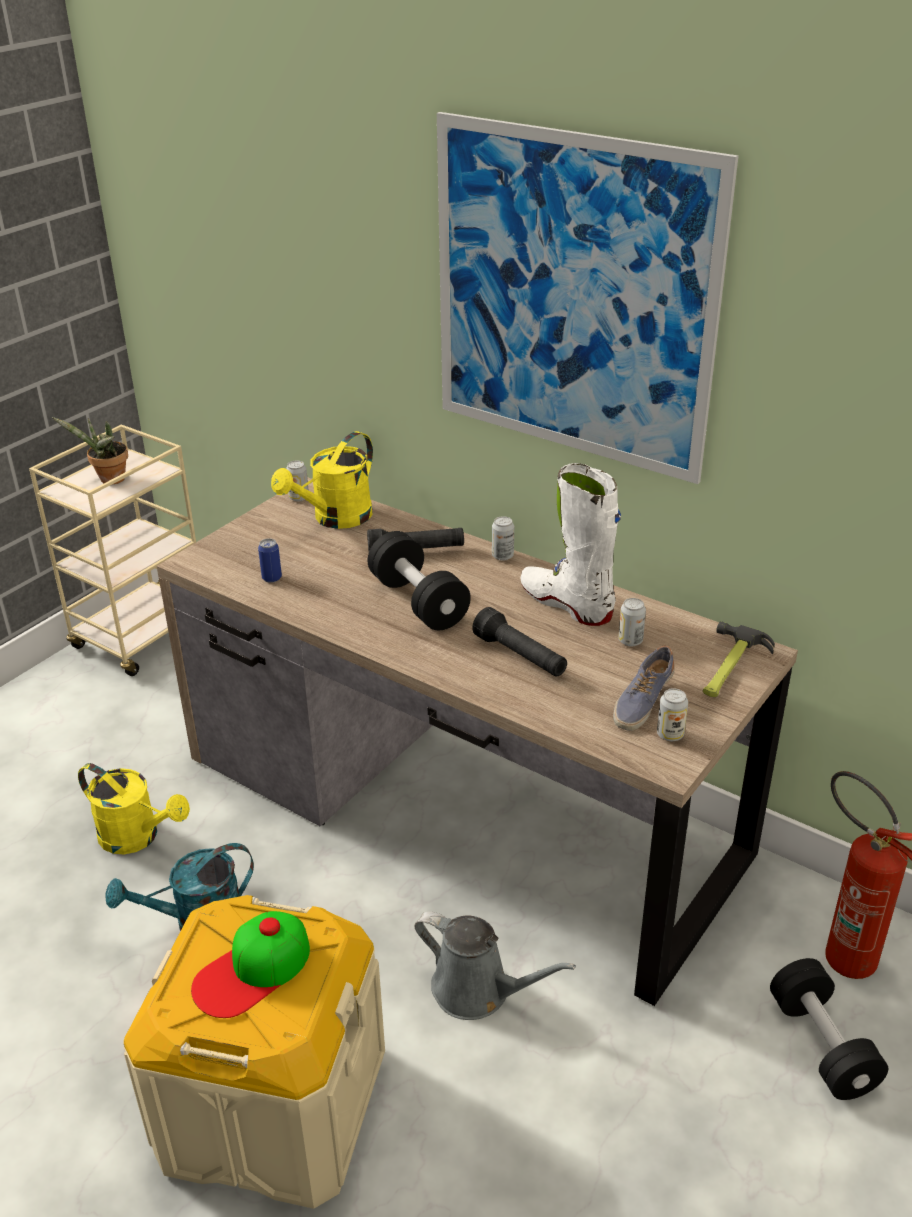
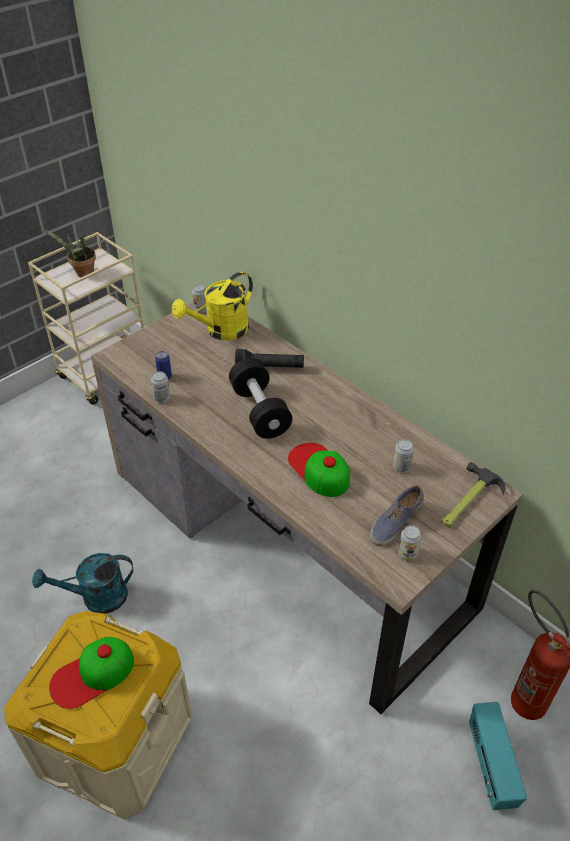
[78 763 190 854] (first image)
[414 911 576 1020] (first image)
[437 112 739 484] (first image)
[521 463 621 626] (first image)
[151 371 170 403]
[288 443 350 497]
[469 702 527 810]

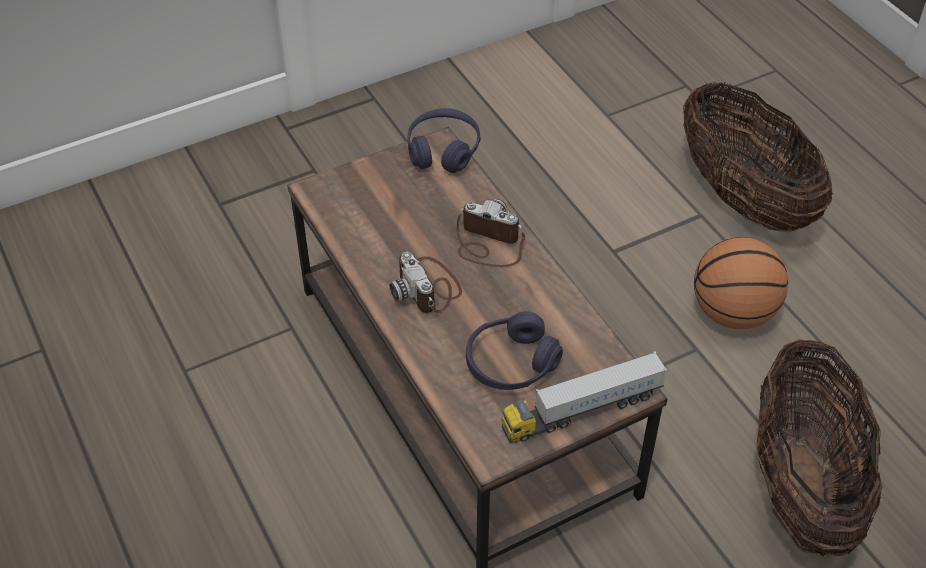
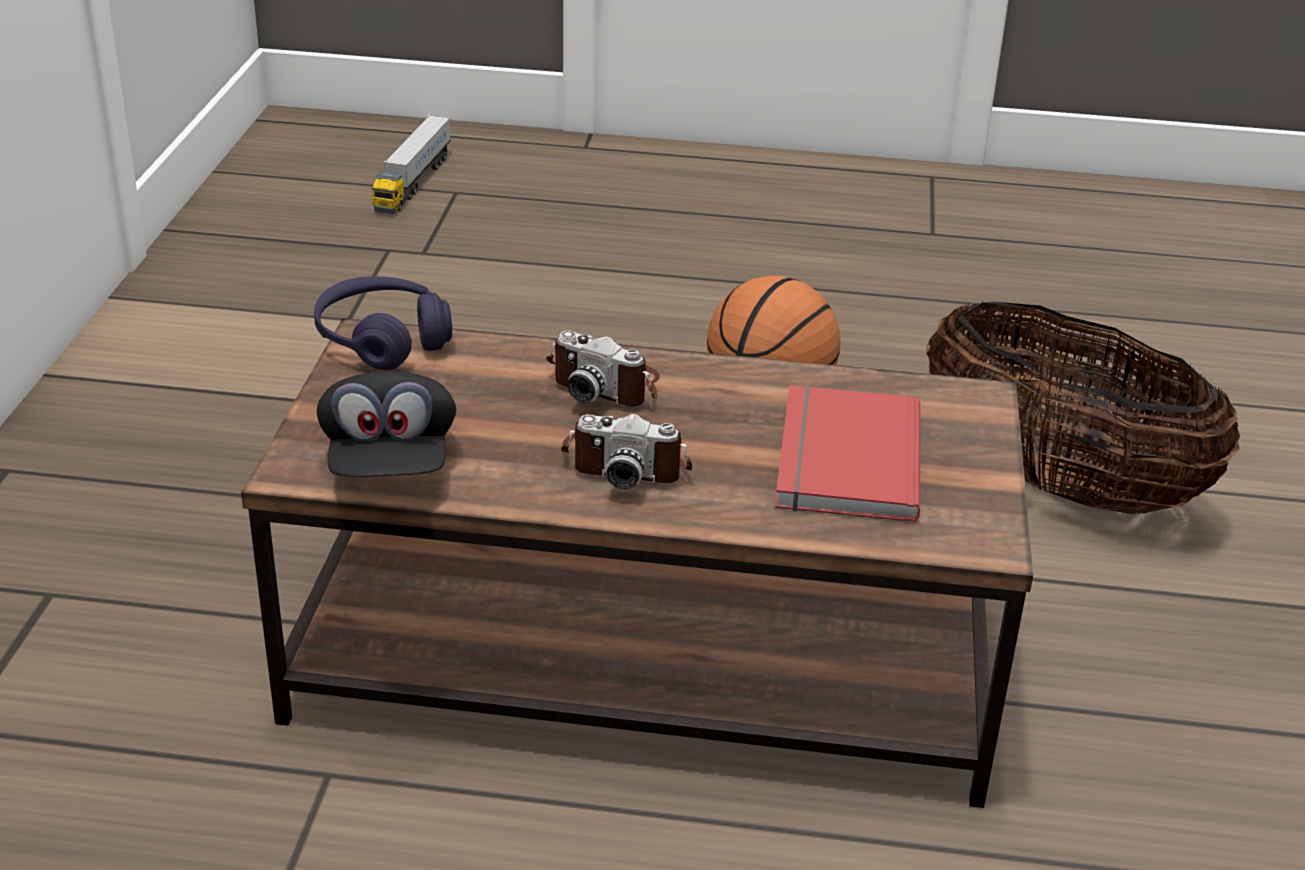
[683 81 833 233] (first image)
[317 371 456 477]
[372 115 451 214]
[775 385 920 522]
[546 330 660 407]

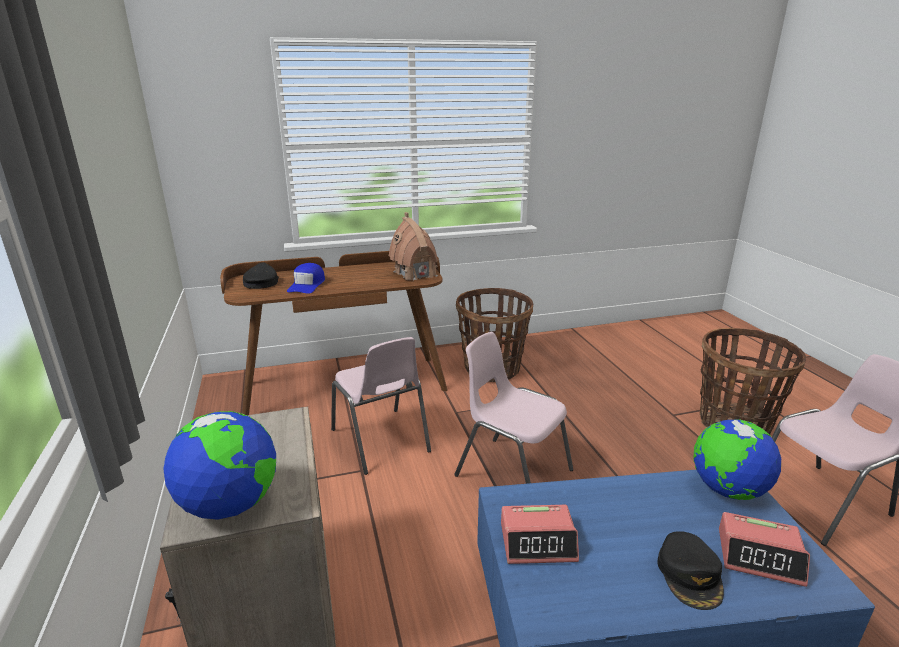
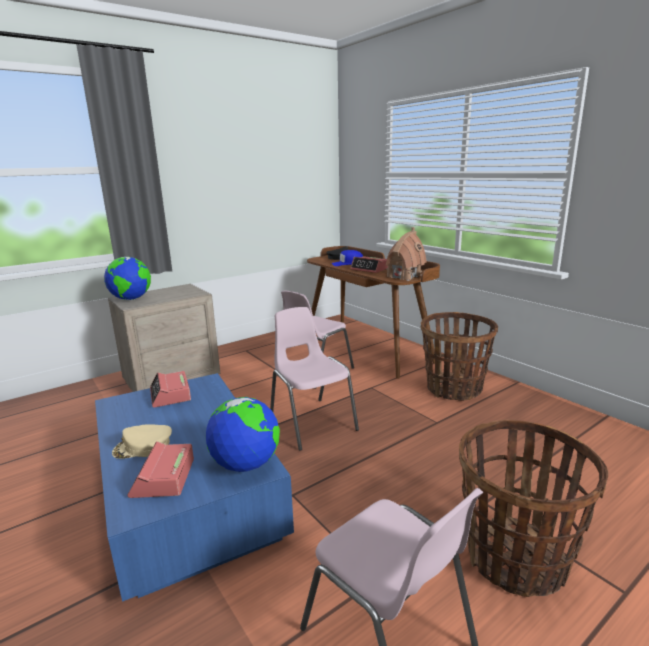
[350 256 388 273]
[112 424 172 459]
[270 307 359 451]

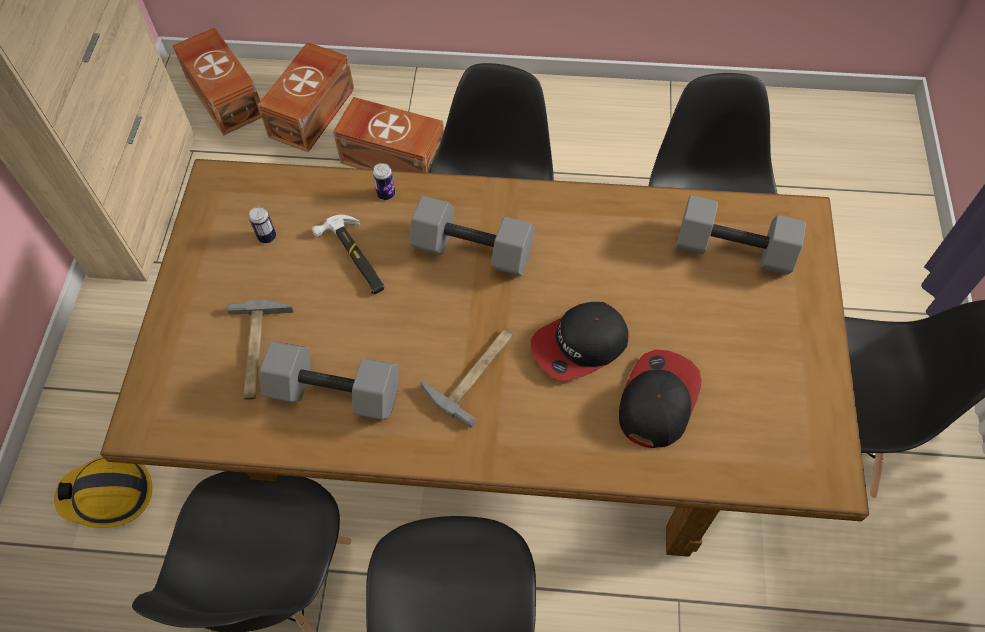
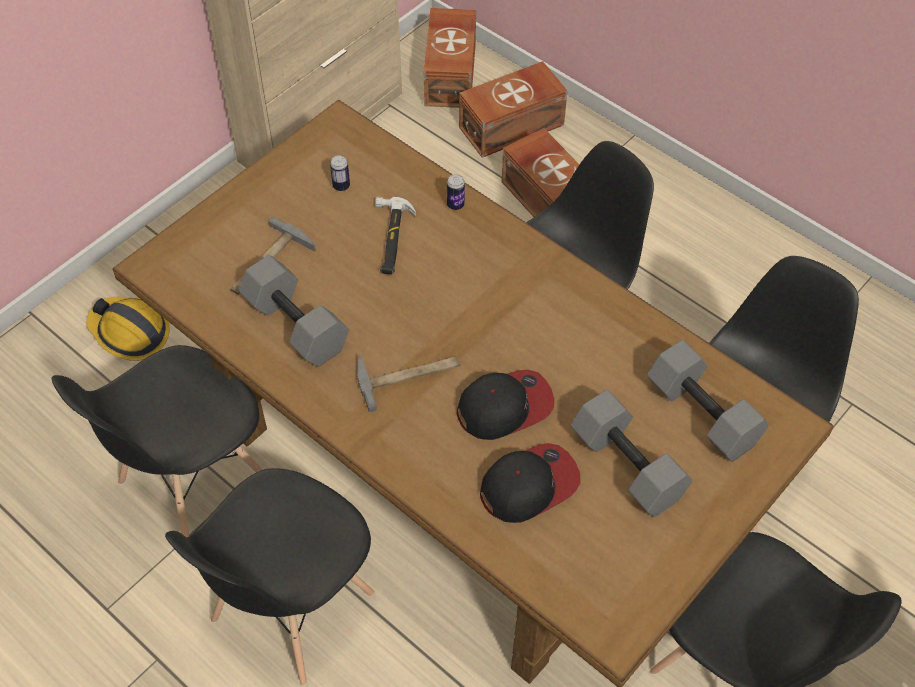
[571 390 693 517]
[456 370 554 440]

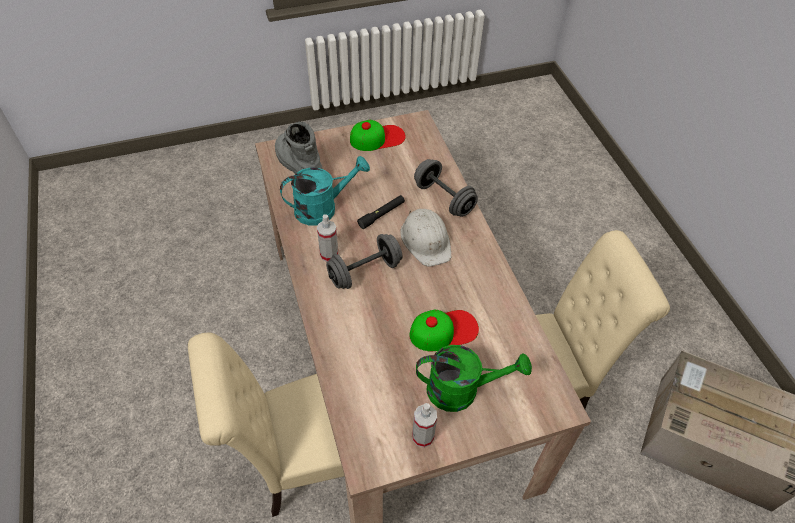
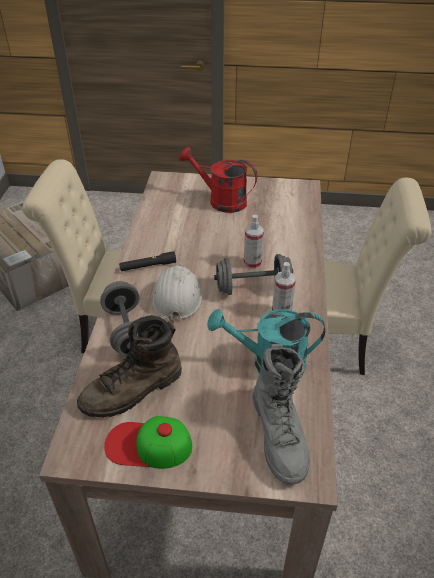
[409 309 479 351] (first image)
[77 315 182 418]
[119 251 176 271]
[244 215 264 269]
[179 147 258 213]

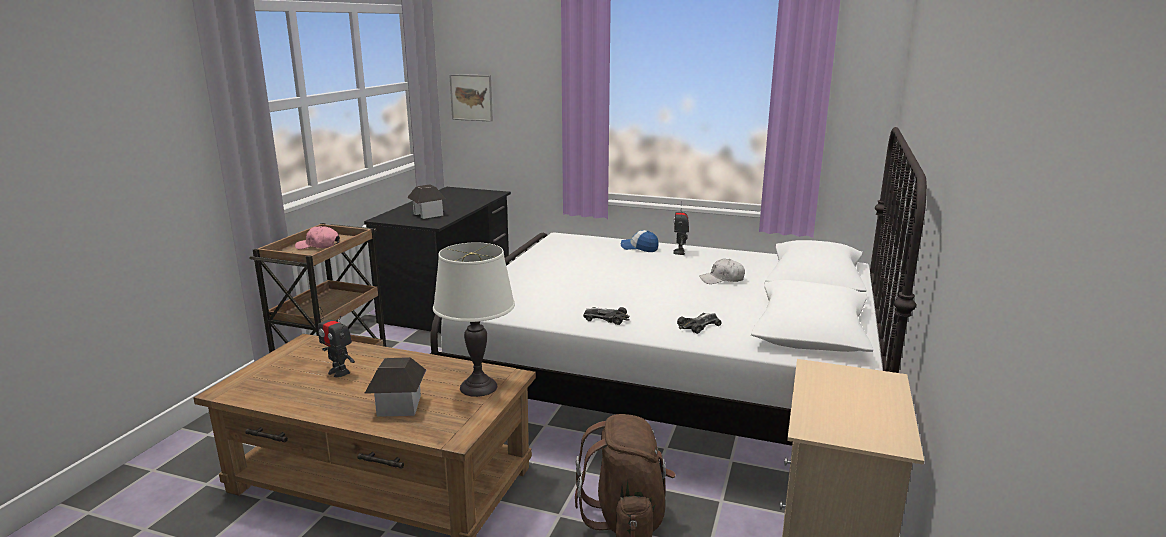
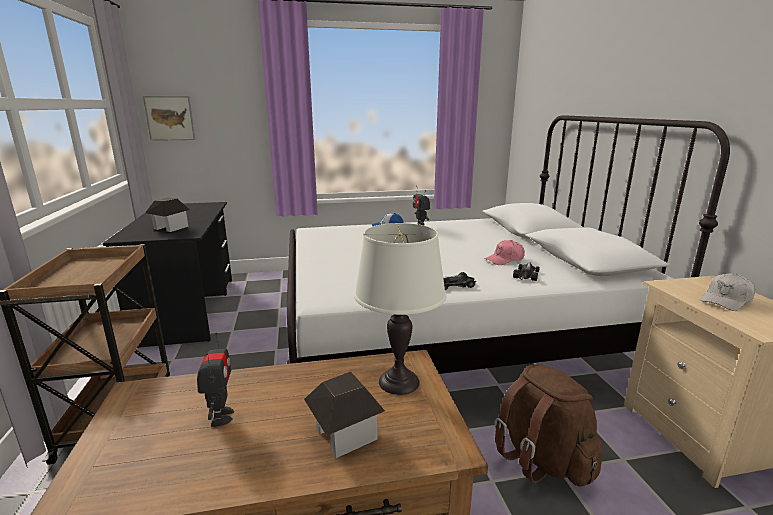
[485 240 525 265]
[700 273 755 311]
[197 333 234 427]

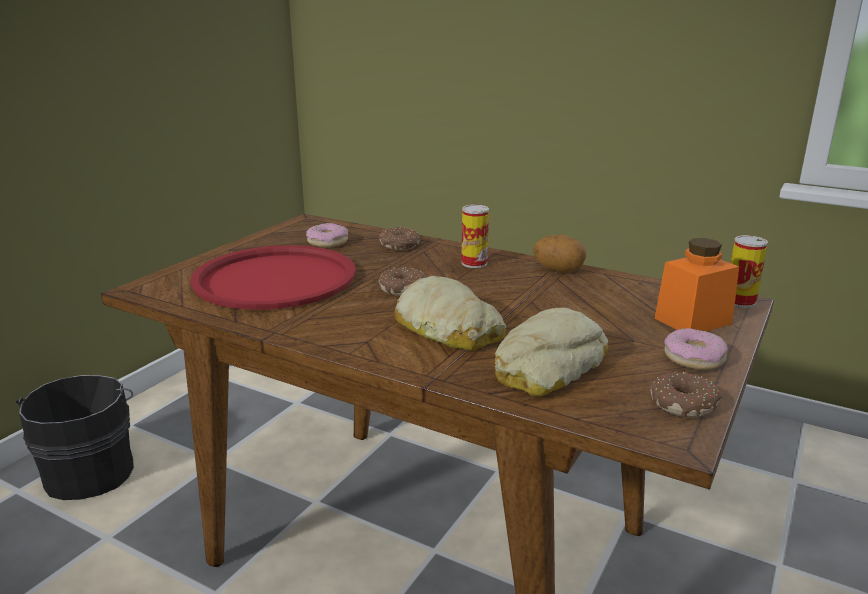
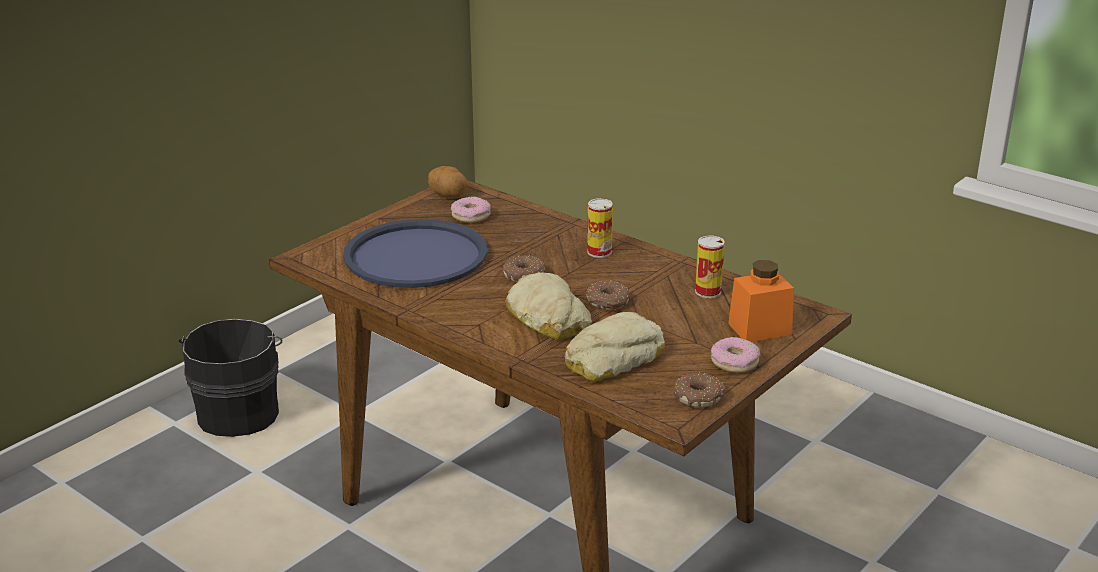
[586 280 631 310]
[428 166 467 198]
[695 235 725 298]
[343 219 487 288]

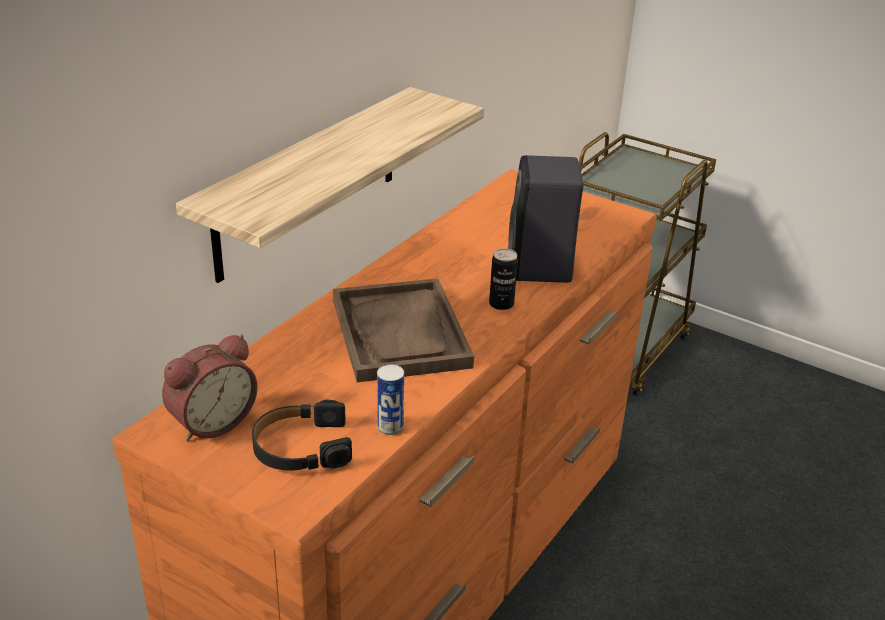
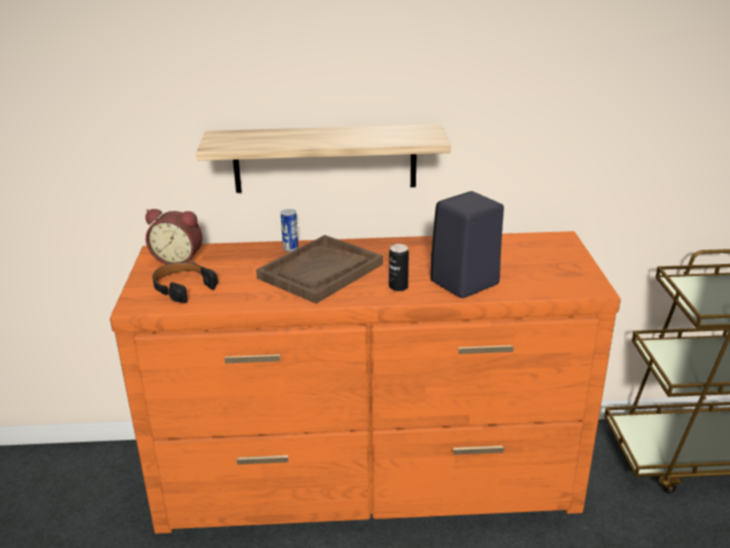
[281 209 298 252]

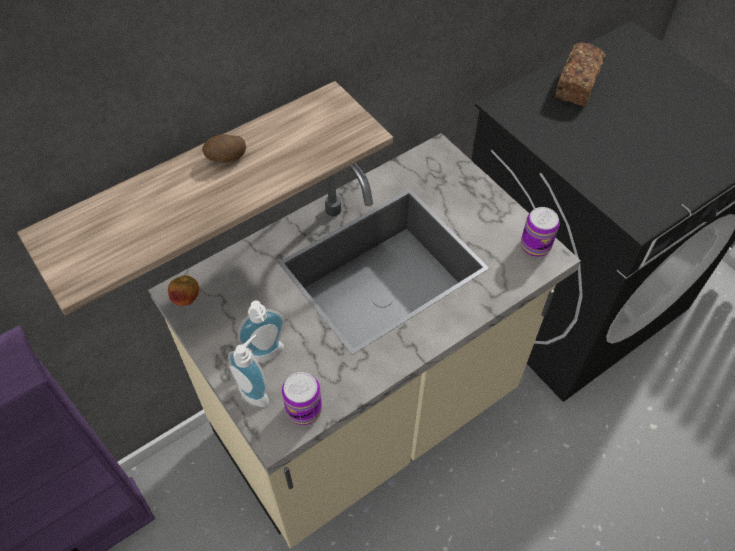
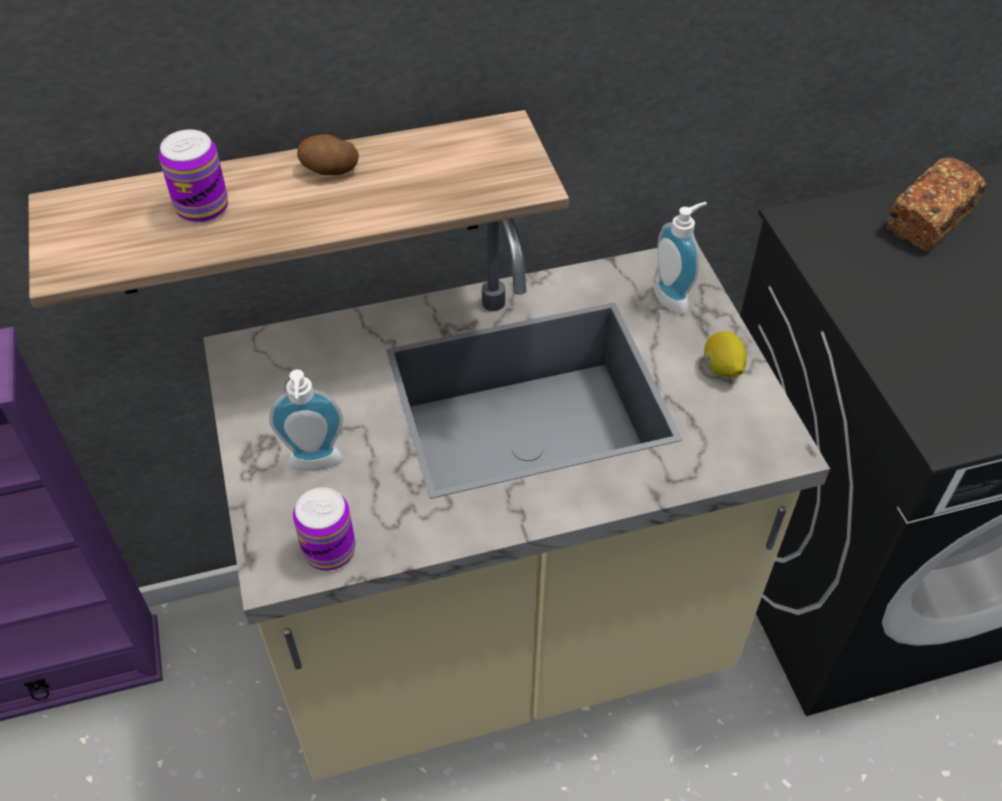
[168 275 199 306] (first image)
[704 331 747 377]
[654 202 707 314]
[159 130 228 223]

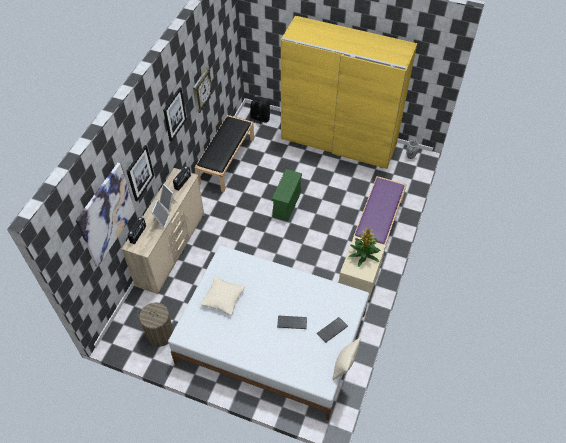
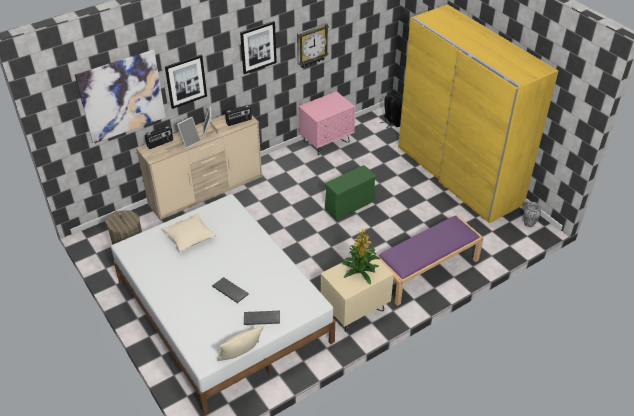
[299 91 356 155]

